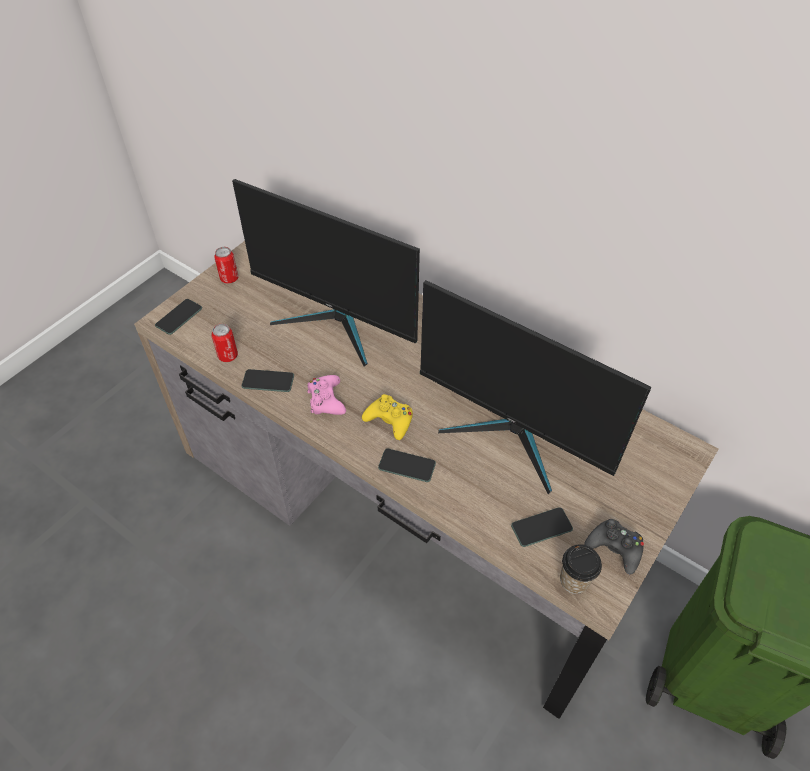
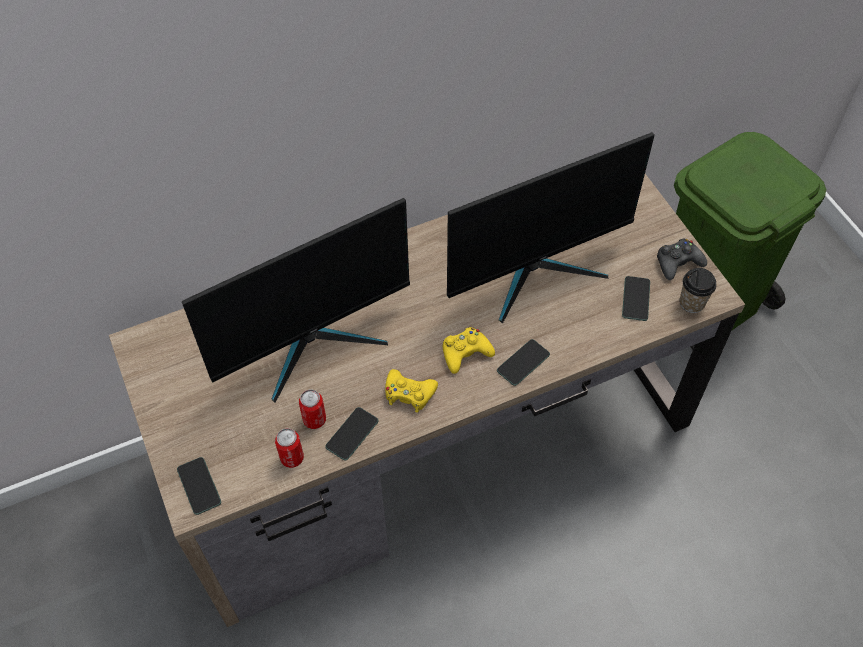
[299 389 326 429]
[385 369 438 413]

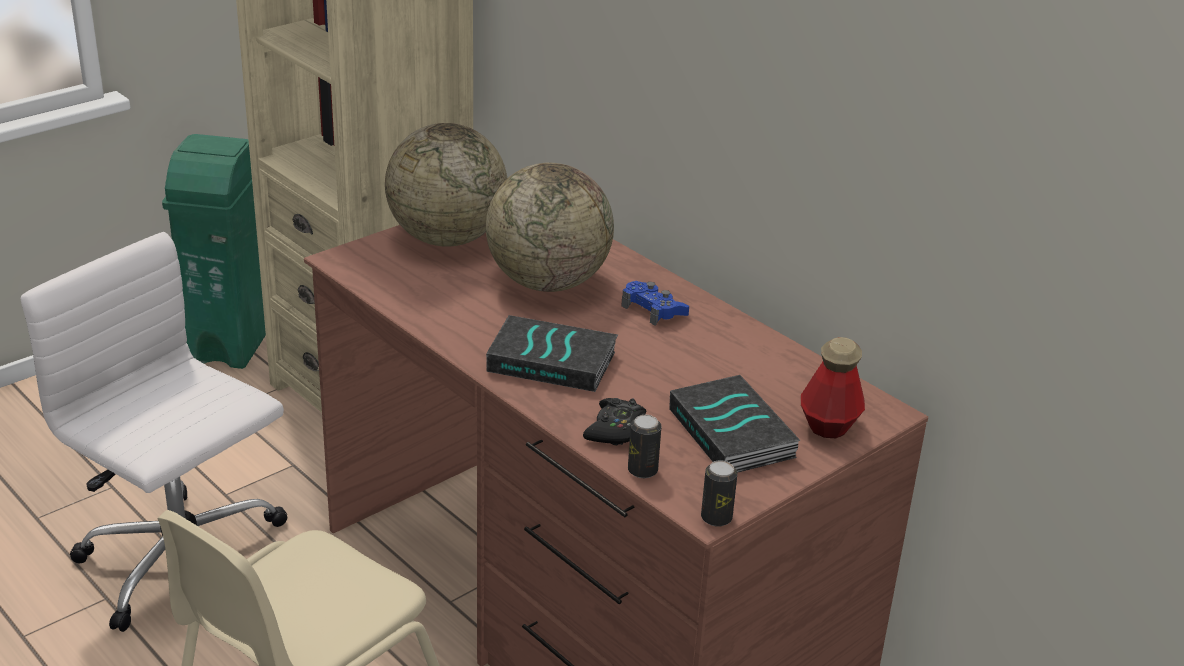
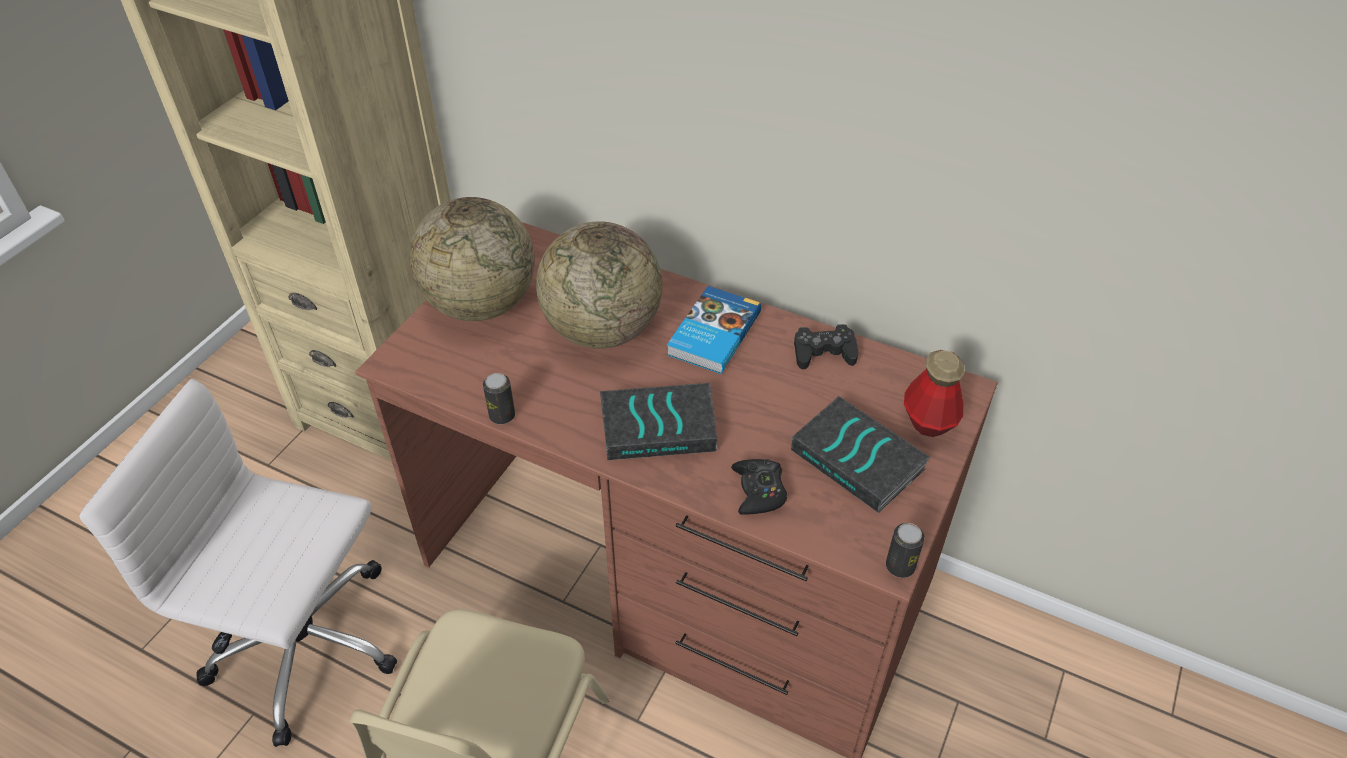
[162 134 266 369] (first image)
[794 324 858 369]
[483 373 515 424]
[667 286 761 374]

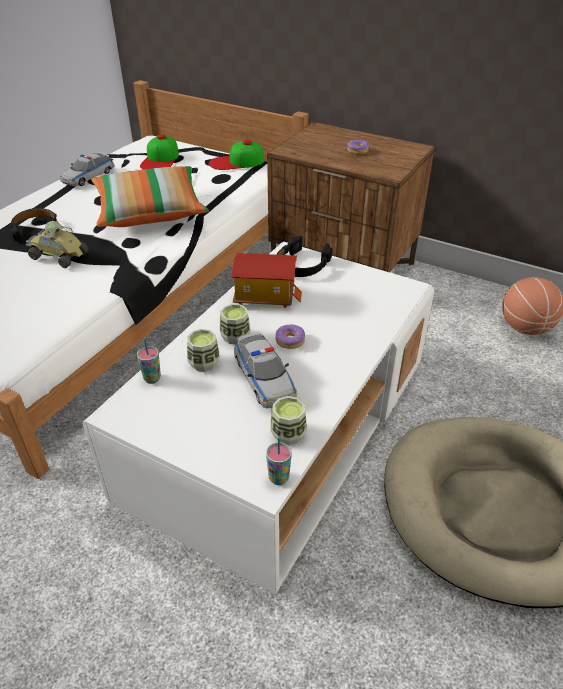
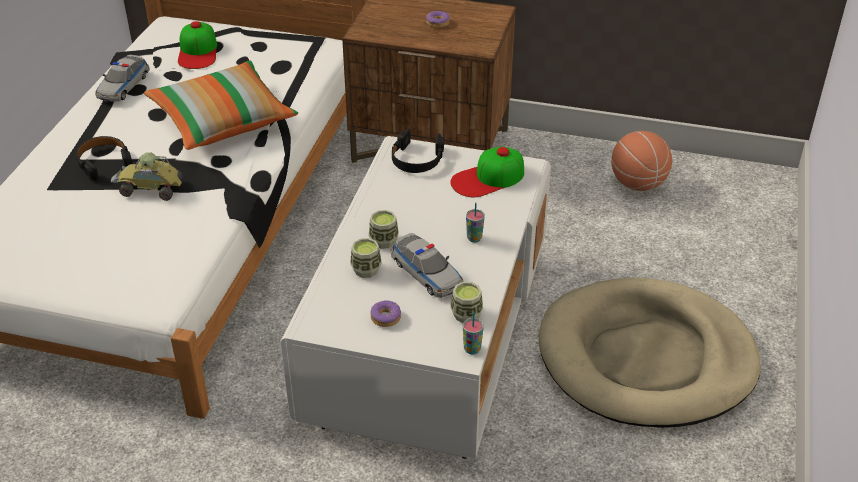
[231 253 302 308] (first image)
[466 203 485 242]
[450 147 524 197]
[371 300 401 327]

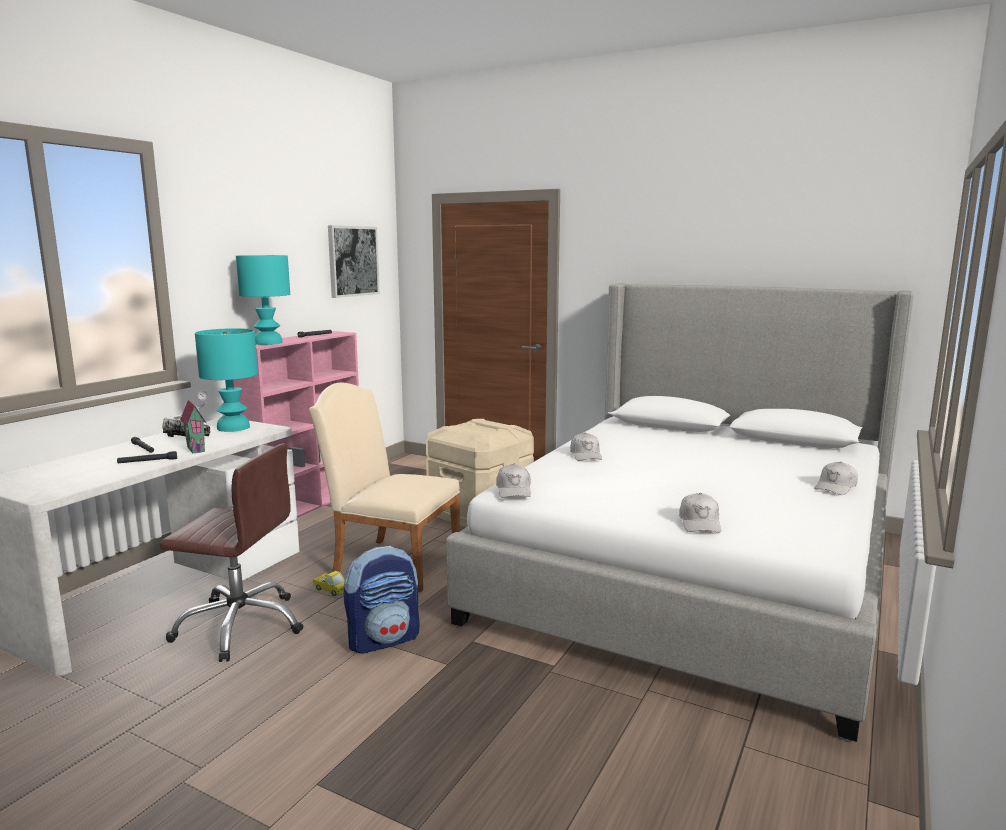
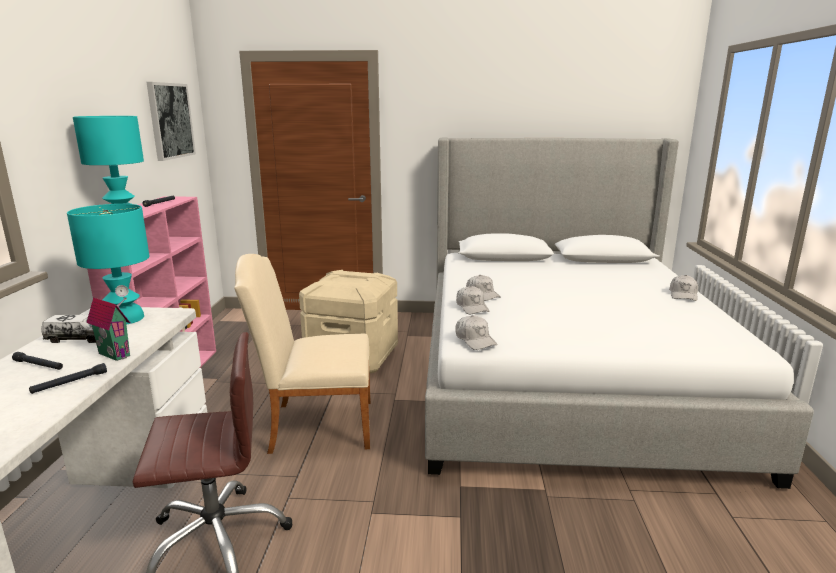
[313 571 345 596] (first image)
[343 546 420 653] (first image)
[456 286 490 314]

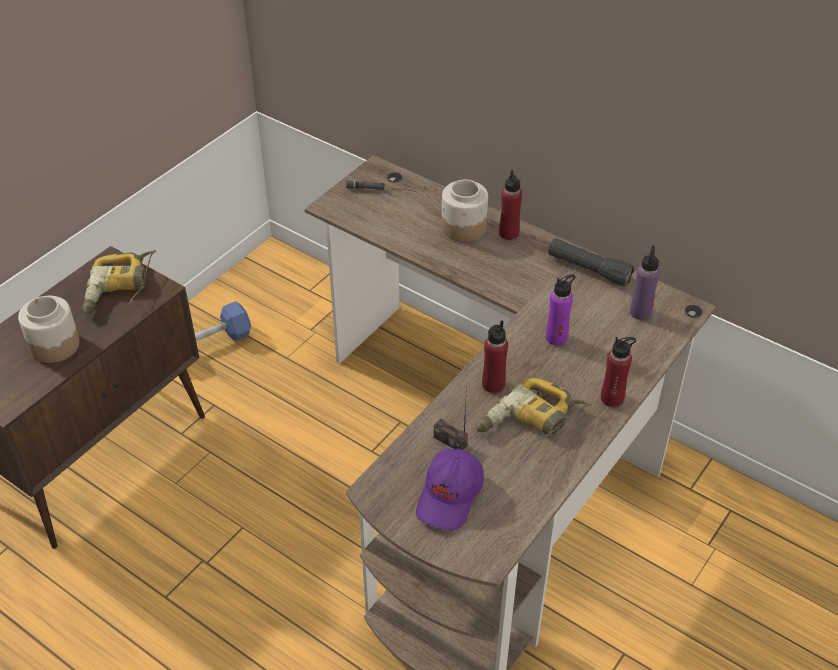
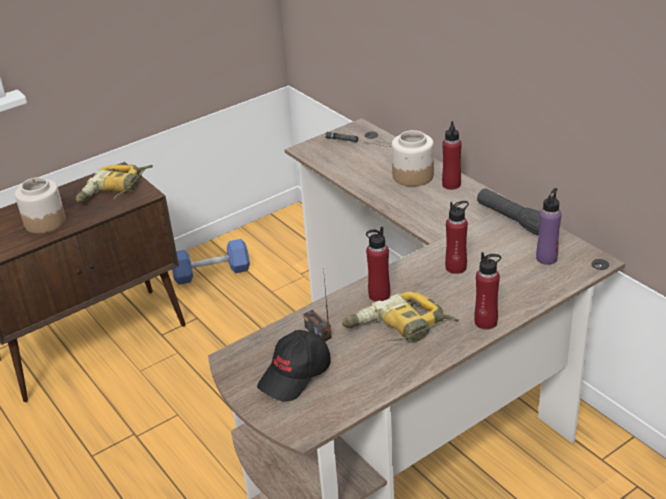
[257 330 331 402]
[445 201 469 274]

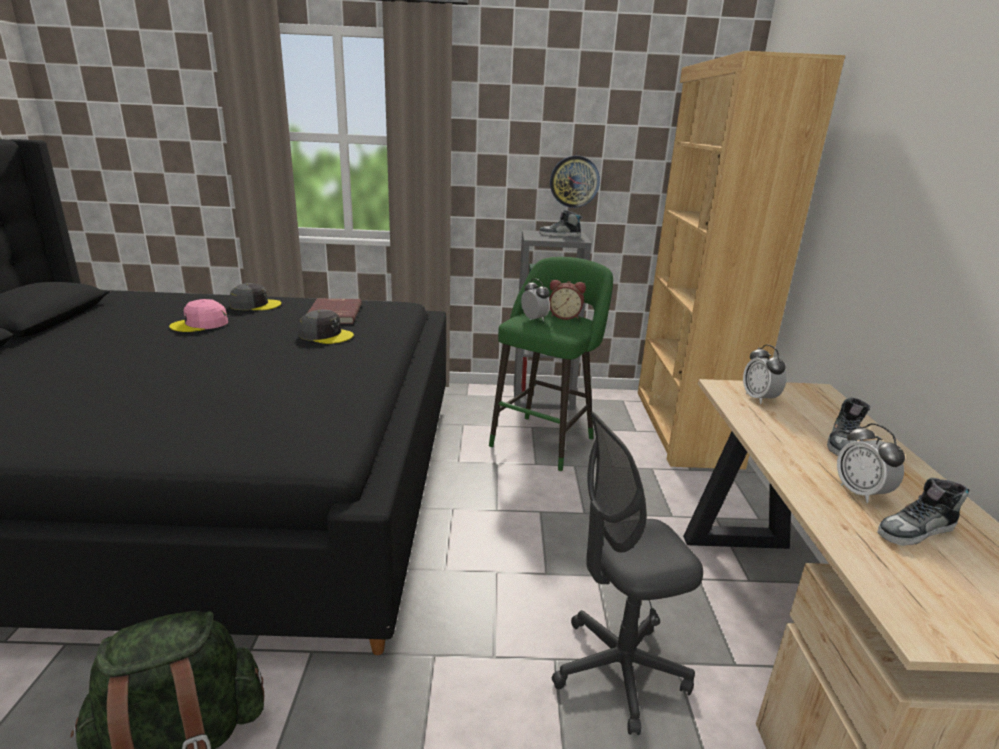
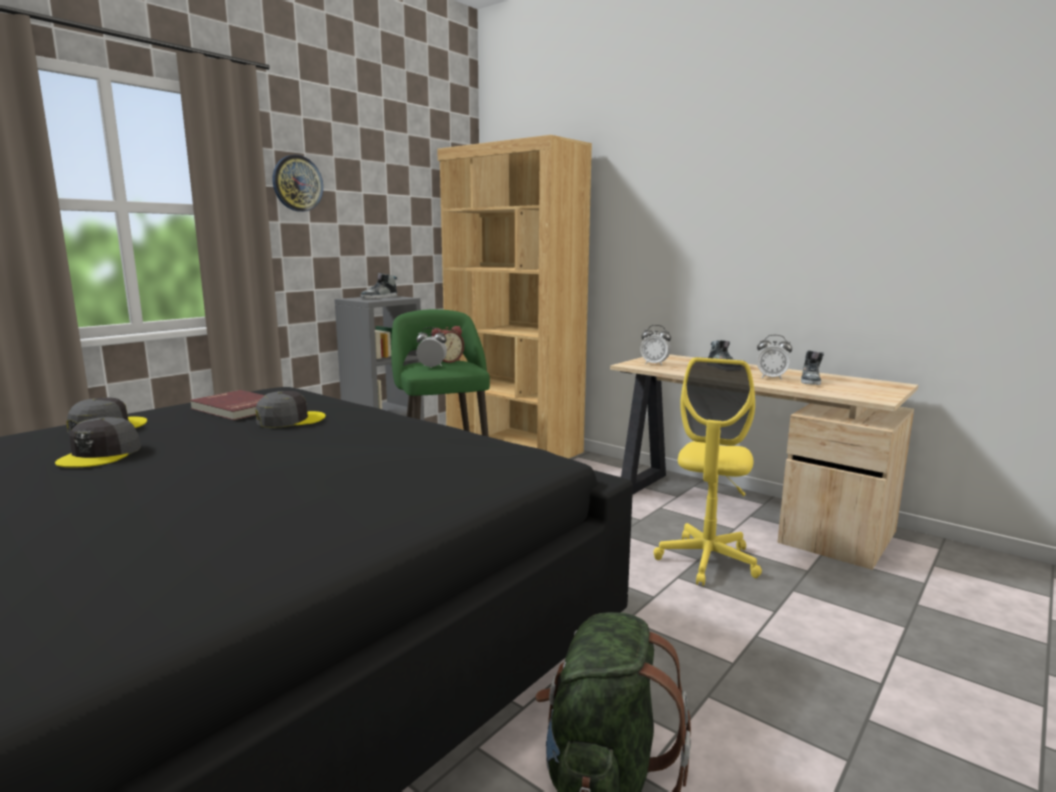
[272 155 323 212]
[55 417 141 468]
[653 357 762 586]

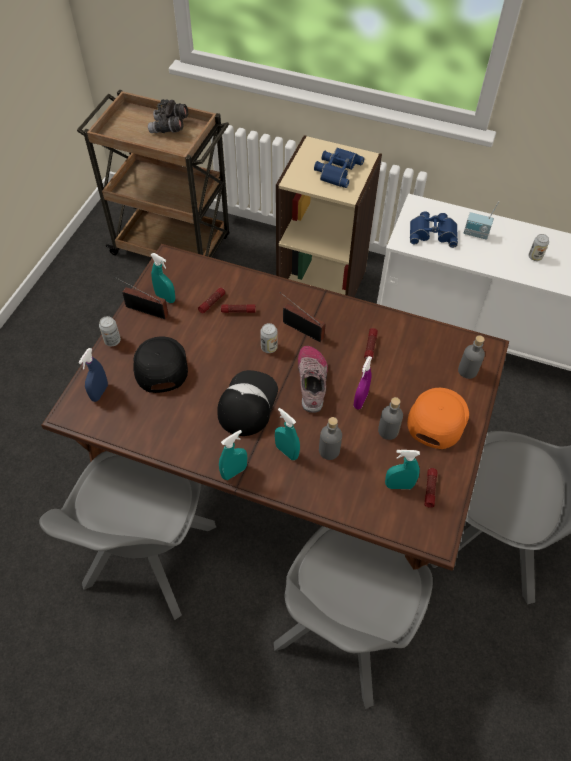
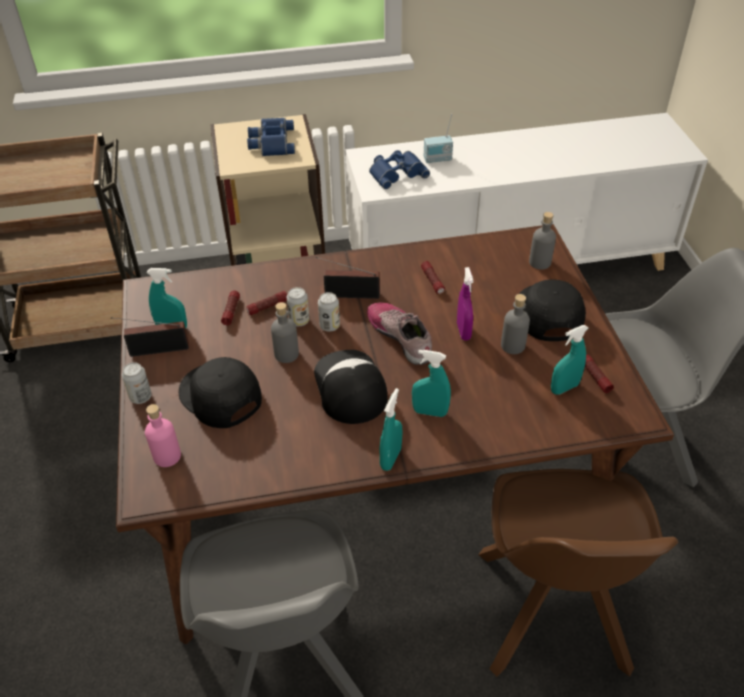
[148 99 188 133] (first image)
[271 302 299 363]
[287 287 309 326]
[145 404 181 467]
[478 469 678 677]
[519 280 586 341]

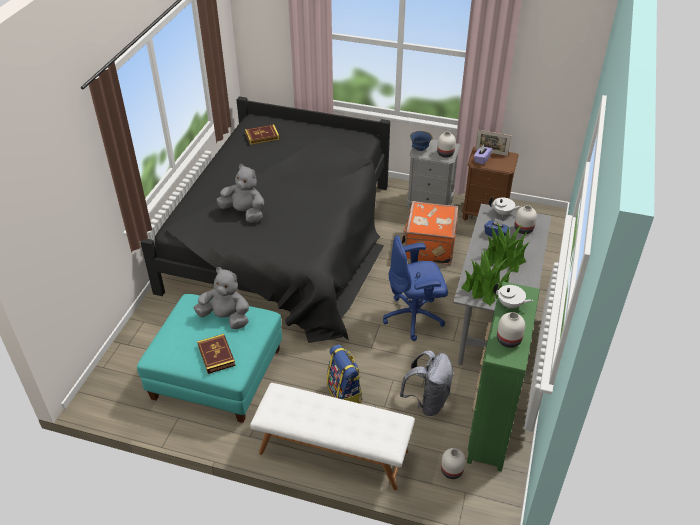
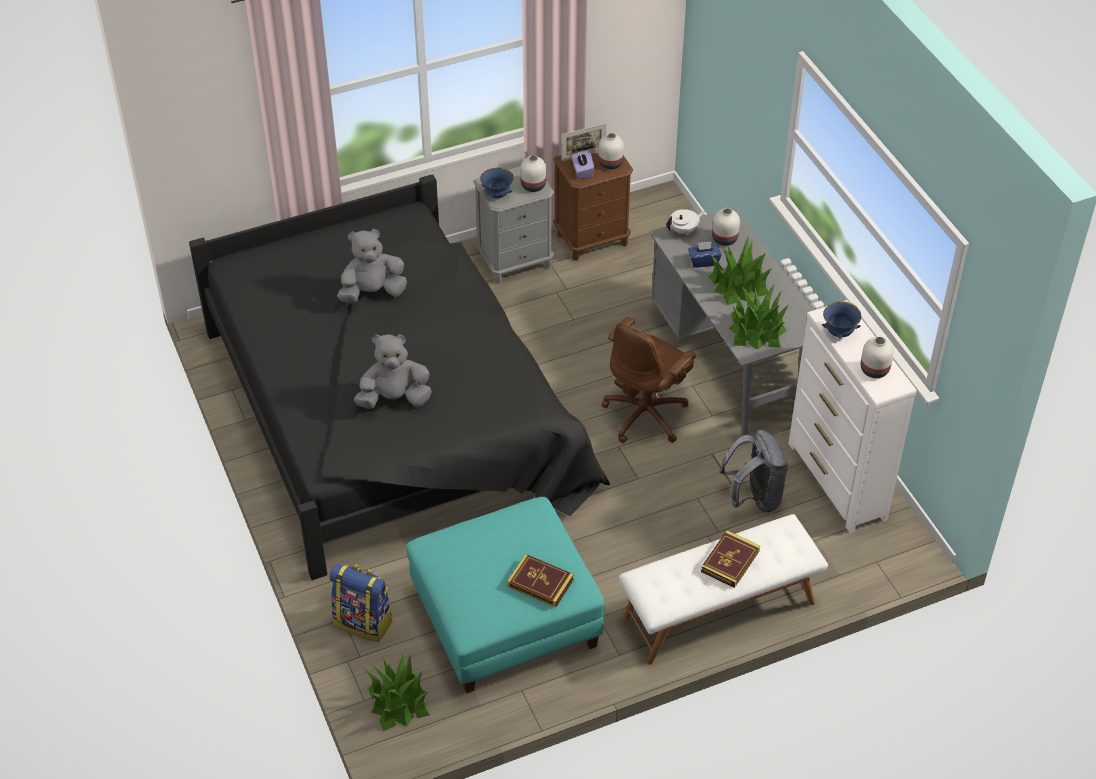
[401 201 458 265] (first image)
[366 654 430 731]
[337 229 407 303]
[701 530 760 588]
[329 563 393 642]
[598 133 624 170]
[822 301 862 339]
[602 317 696 443]
[789 300 917 533]

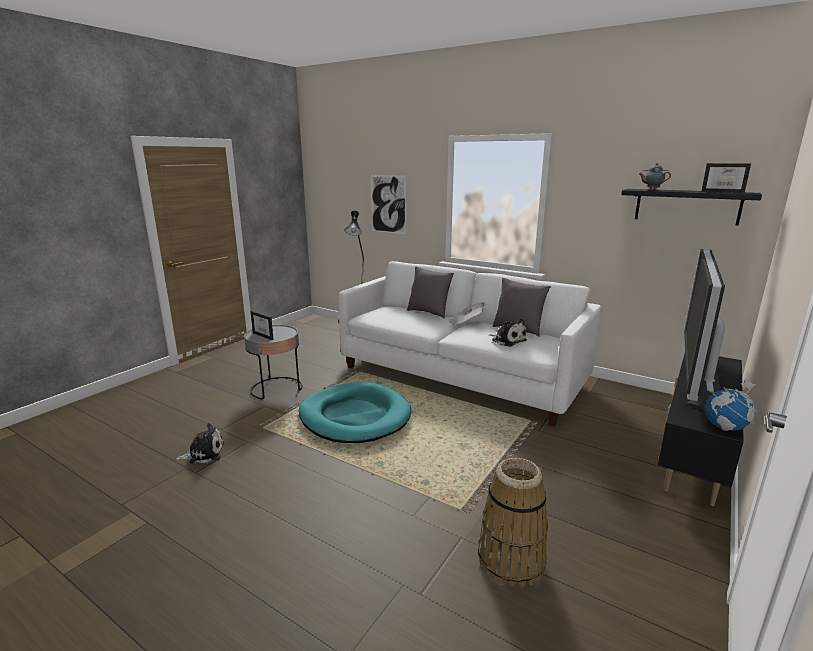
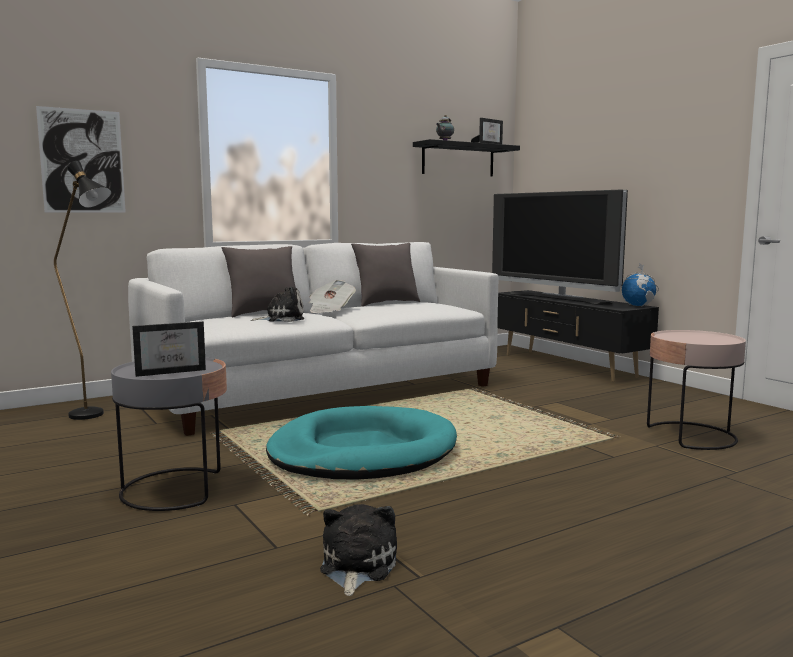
[251 287 304 322]
[647 330 746 450]

